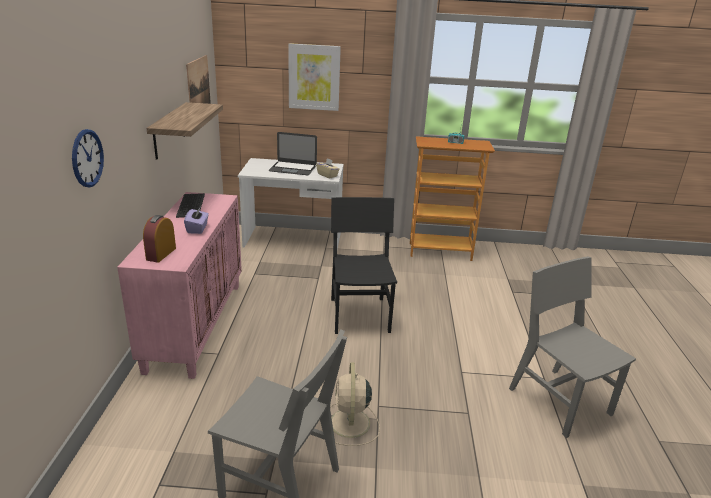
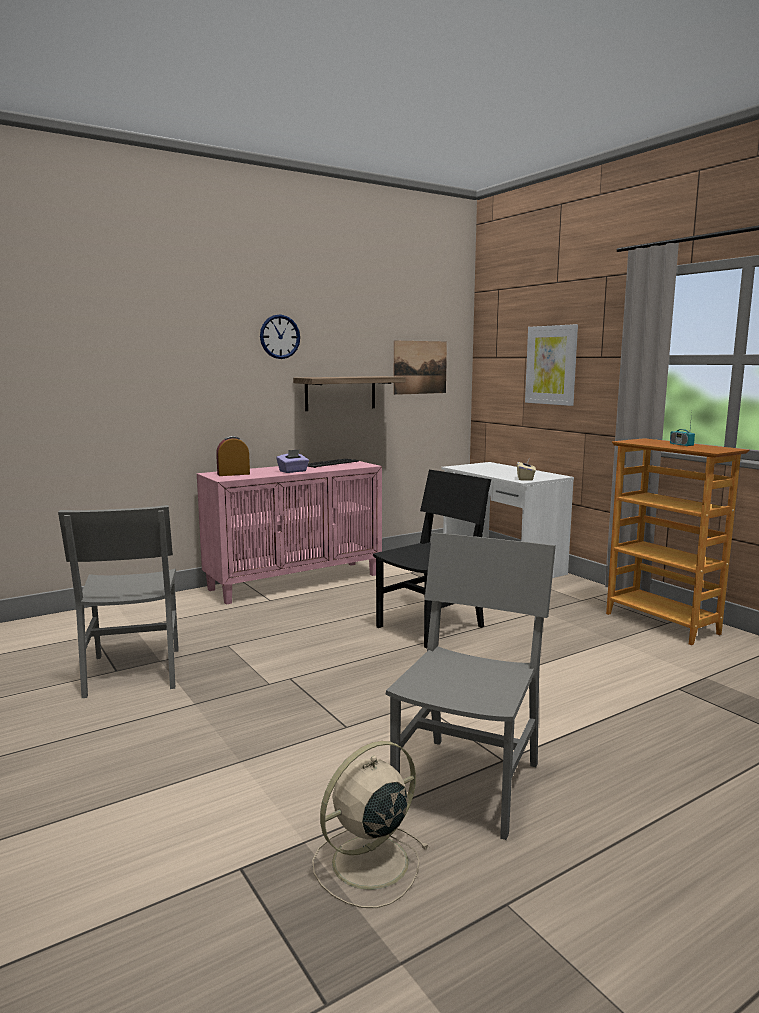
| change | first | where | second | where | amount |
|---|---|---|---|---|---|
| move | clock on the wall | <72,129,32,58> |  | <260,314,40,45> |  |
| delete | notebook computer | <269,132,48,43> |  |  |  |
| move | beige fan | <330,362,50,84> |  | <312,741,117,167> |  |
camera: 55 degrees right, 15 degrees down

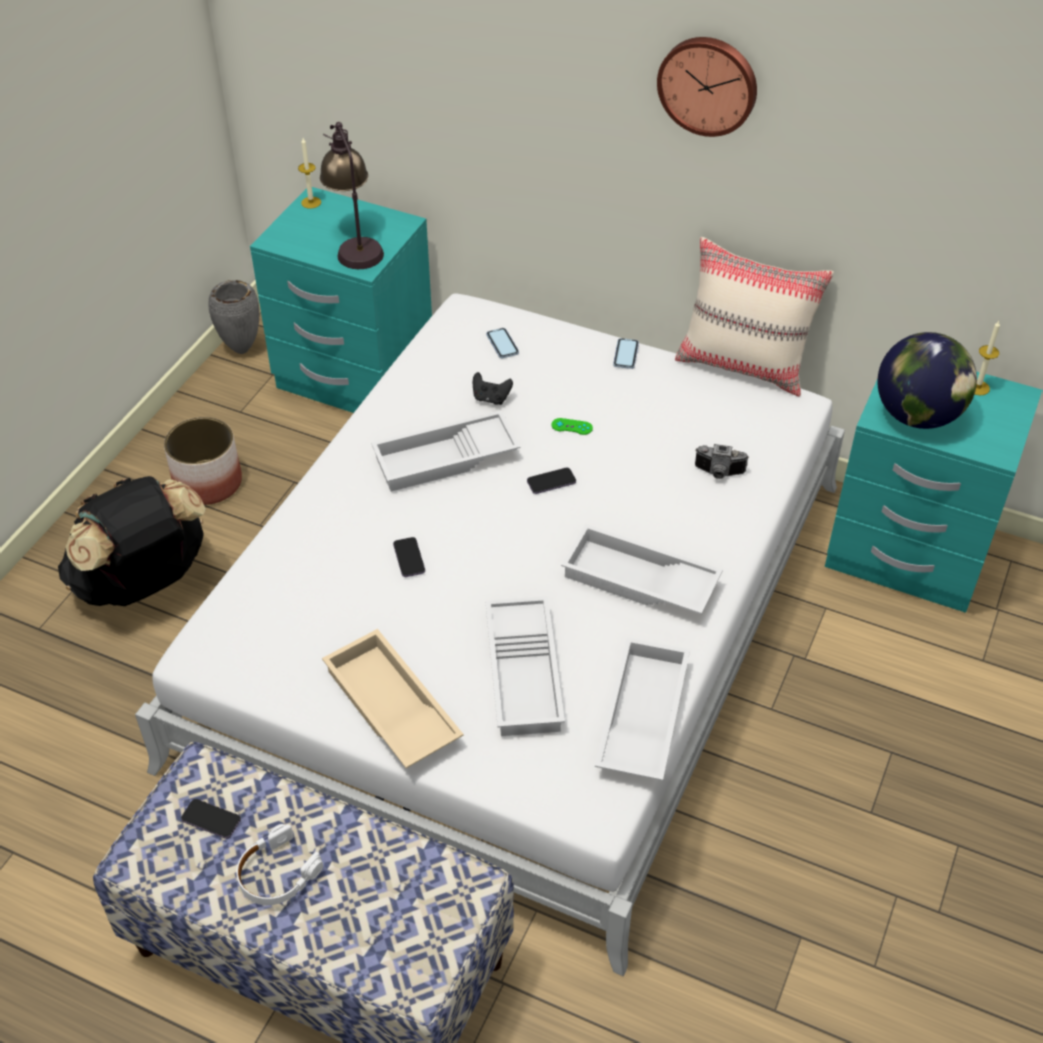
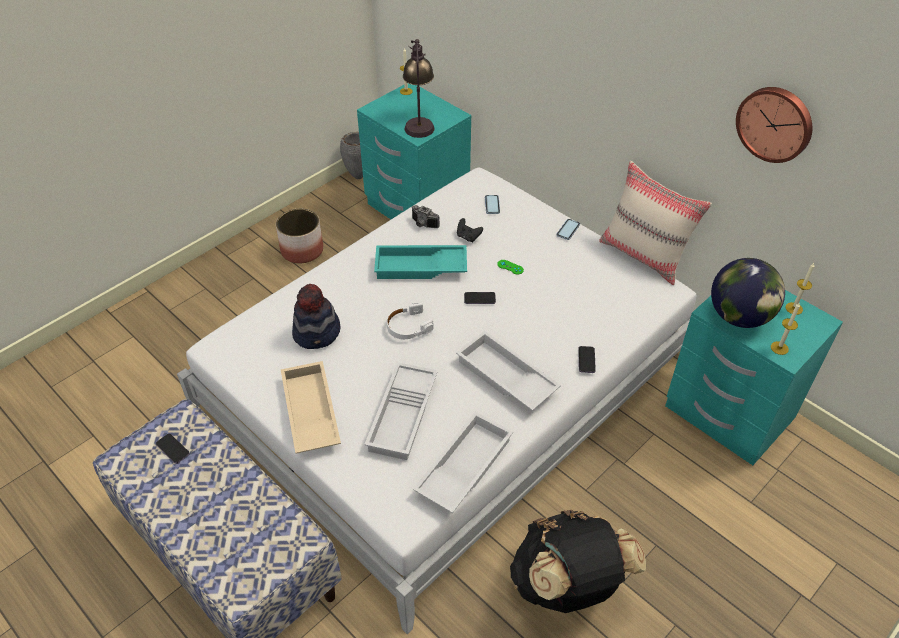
| change | first | where | second | where | amount |
|---|---|---|---|---|---|
| move | black-coloured knapsack | <58,476,148,130> |  | <510,510,137,103> |  |
| move | whitish pair of headphones | <236,824,87,81> |  | <387,302,47,37> |  |
| recolor | whitish tray | <371,410,149,82> | blue-green tray | <374,245,93,34> |  |
| move | telephone | <393,537,32,40> |  | <578,346,18,27> |  |
| move | clock on the wall | <657,37,100,100> |  | <736,87,76,76> |  |
| move | photo camera | <695,444,53,35> |  | <412,205,28,23> |  |
| insert |  |  | wearable hat | <292,284,49,65> |  |
| insert |  |  | candle | <771,302,29,53> |  |
camera: 20 degrees right, 0 degrees up

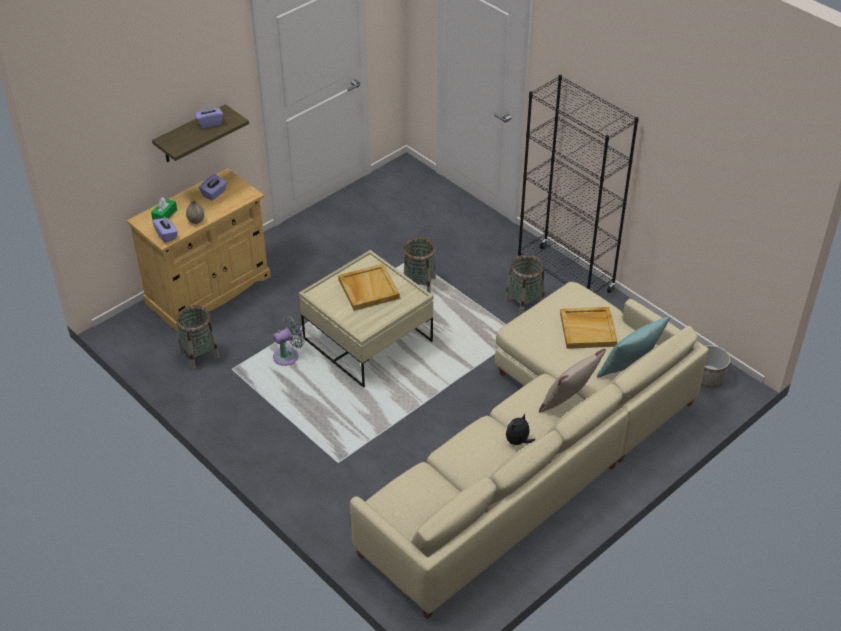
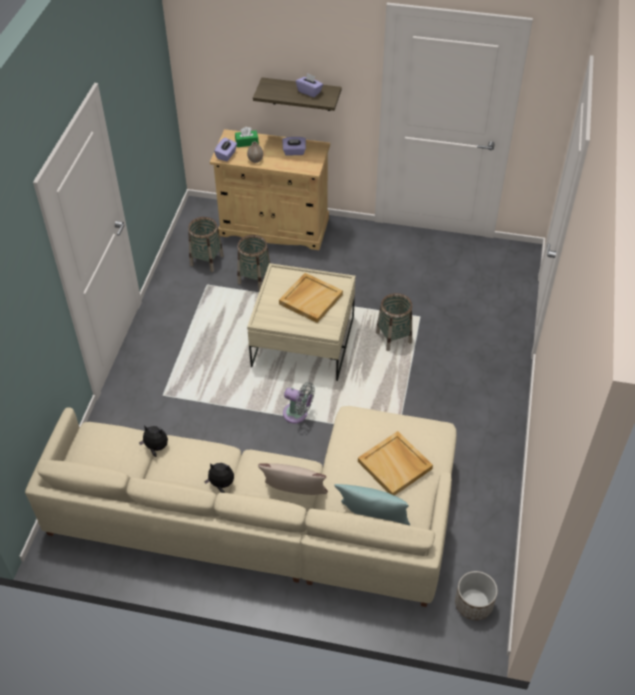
| change | first | where | second | where | amount |
|---|---|---|---|---|---|
| move | greyish fan | <273,316,31,50> |  | <283,382,32,42> |  |
| move | storage basket | <505,255,39,60> |  | <237,235,33,56> |  |
| delete | black-coloured bookshelf | <517,75,122,218> |  |  |  |
| insert |  |  | cuddly toy | <139,425,29,32> |  |
camera: 55 degrees right, 5 degrees up

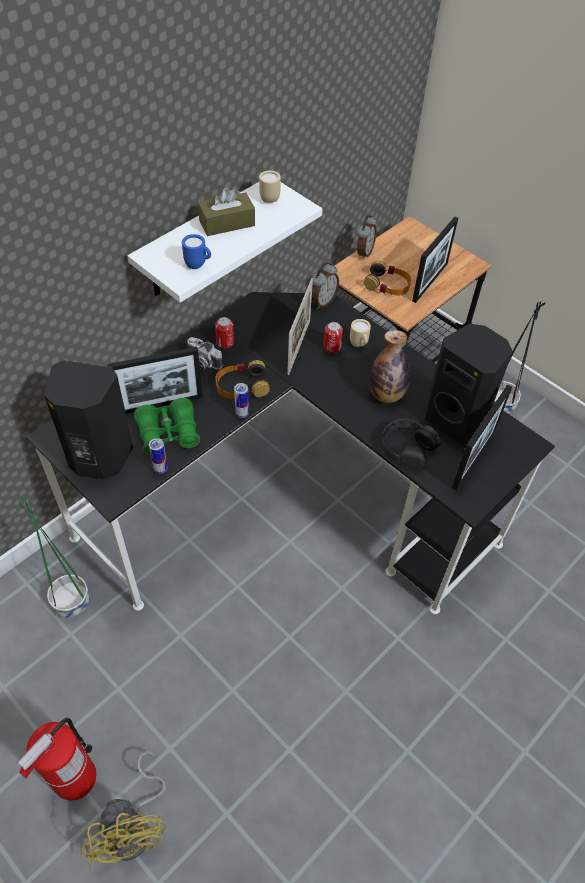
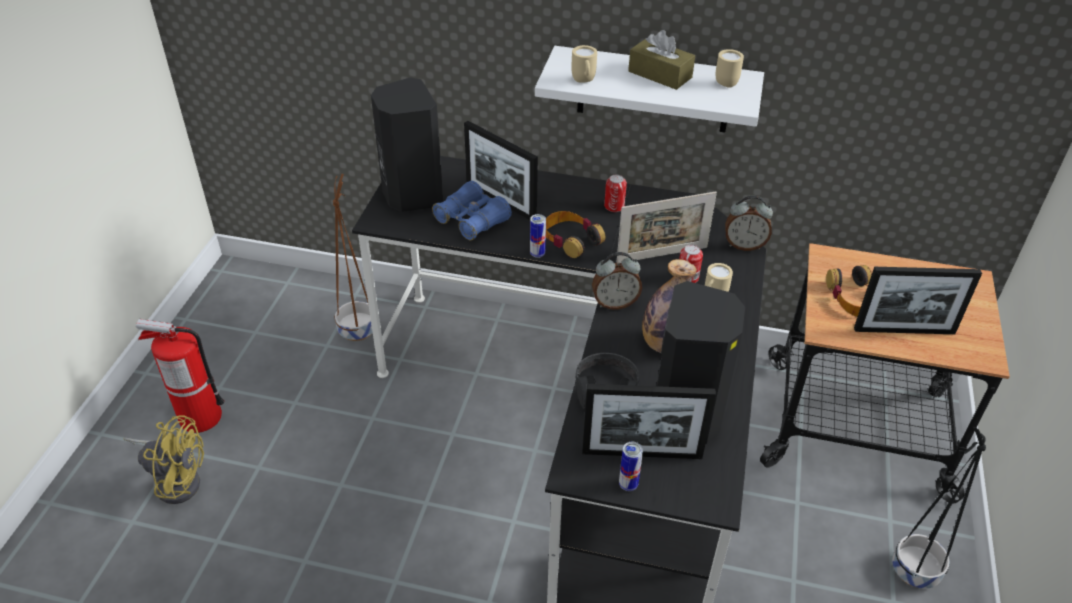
| change | first | where | second | where | amount |
|---|---|---|---|---|---|
| recolor | green-coloured planter | <18,493,72,124> | brown planter | <333,174,40,167> |  |
| rotate | yellowish fan | <80,751,86,118> |  | <124,415,80,89> | 120 degrees counterclockwise |
| recolor | green-coloured field glasses | <134,398,66,58> | blue-coloured field glasses | <432,181,80,59> |  |
| move | sealed can | <149,438,19,35> |  | <619,442,24,49> |  |
| recolor | blue-coloured tea mug | <182,234,29,35> | beige tea mug | <571,45,26,38> |  |
| delete | photo camera | <187,337,36,33> |  |  |  |
| move | table clock | <357,215,20,44> |  | <592,252,50,58> |  |
camera: 60 degrees right, 10 degrees down

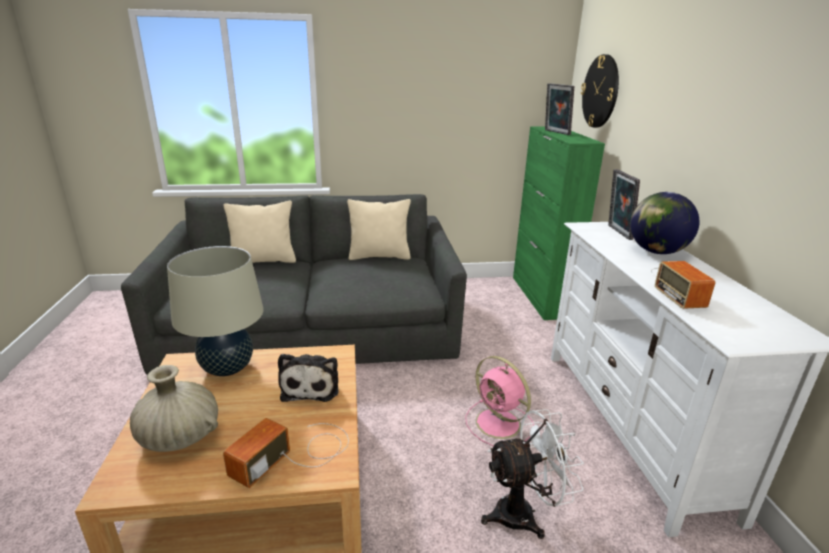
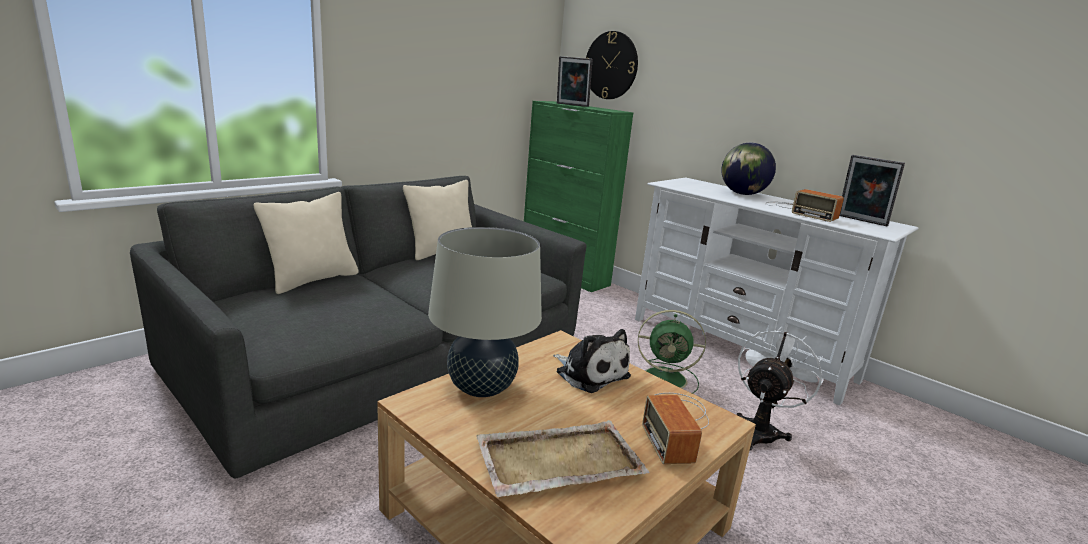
| change | first | where | second | where | amount |
|---|---|---|---|---|---|
| replace | beige decorative vase | <130,365,88,87> | beige tray | <476,420,174,77> |  |
| recolor | pink fan | <465,356,69,90> | green-coloured fan | <638,310,68,84> |  |
| move | standing frame | <608,169,32,71> |  | <840,155,65,71> |  |
camera: 40 degrees left, 5 degrees down

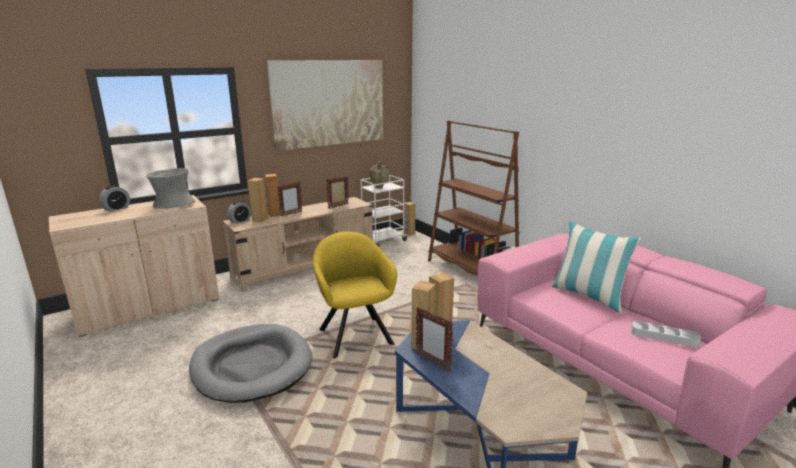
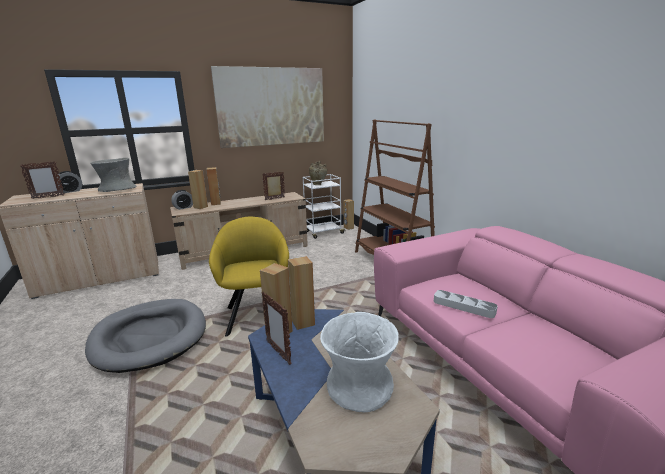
| change | first | where | second | where | amount |
|---|---|---|---|---|---|
| move | standing frame | <277,181,26,36> |  | <20,161,45,38> |  |
| delete | throw pillow | <552,221,89,92> |  |  |  |
| move | greyish tray | <631,321,70,26> |  | <434,290,64,28> |  |
| insert |  |  | whitish decorative vase | <320,312,79,100> |  |
camera: 10 degrees right, 0 degrees up

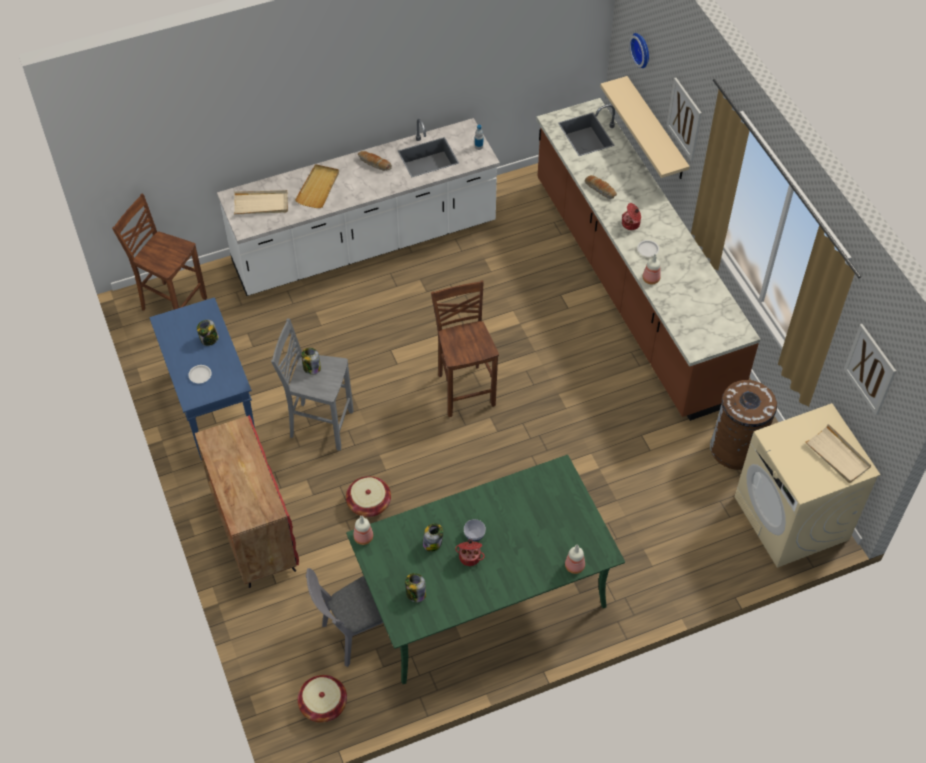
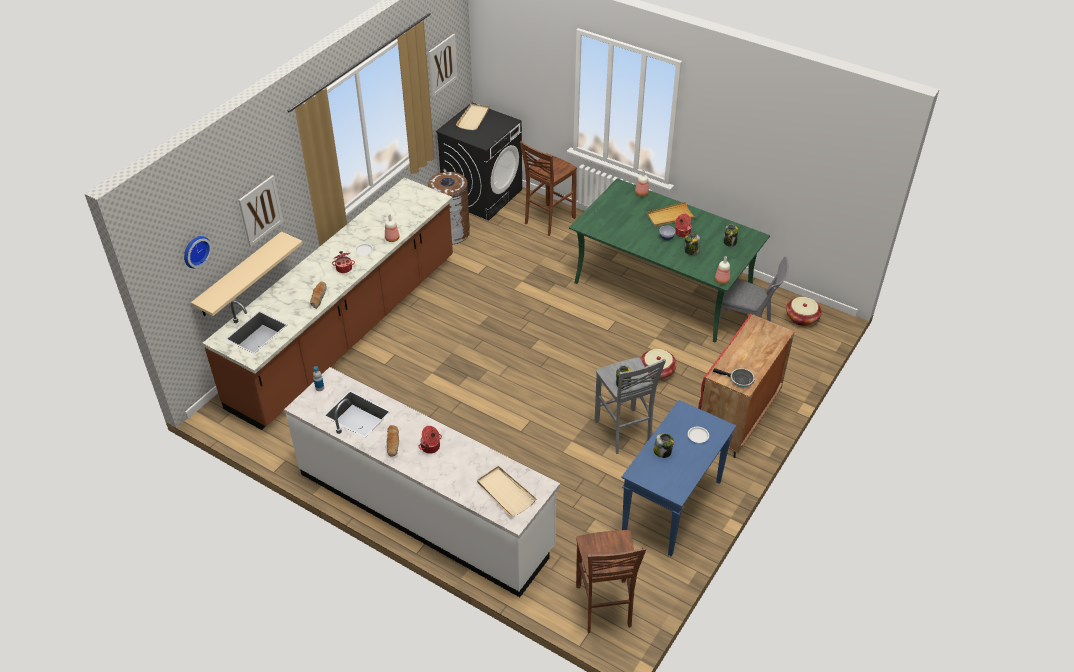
| change | first | where | second | where | amount |
|---|---|---|---|---|---|
| move | beige tray | <295,164,44,44> |  | <646,202,50,25> |  |
| move | brown stool | <431,281,68,136> |  | <520,141,57,95> |  |
| recolor | beige laundry machine | <734,403,147,165> | black-coloured laundry machine | <436,103,86,118> |  |
| insert |  |  | stockpot | <419,426,23,28> |  |
| insert |  |  | skillet | <713,368,42,19> |  |
camera: 125 degrees left, 10 degrees down

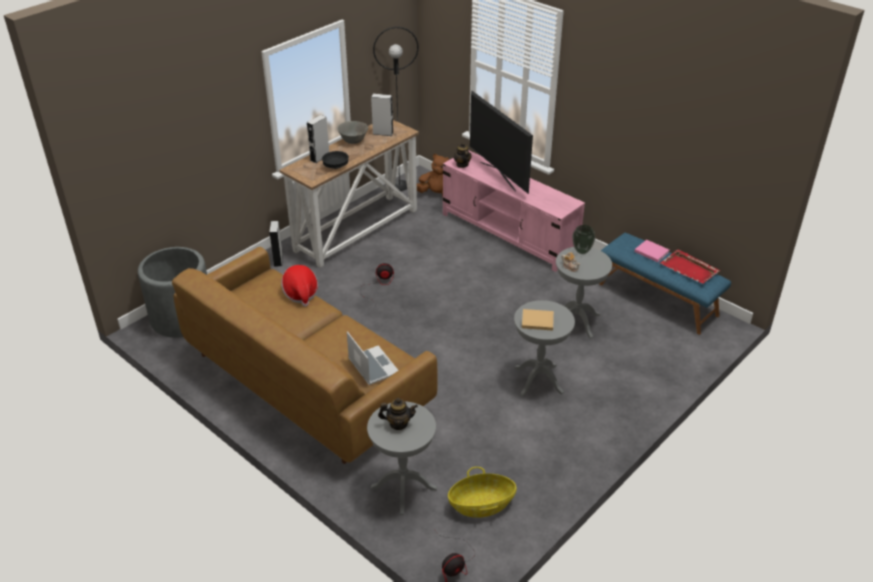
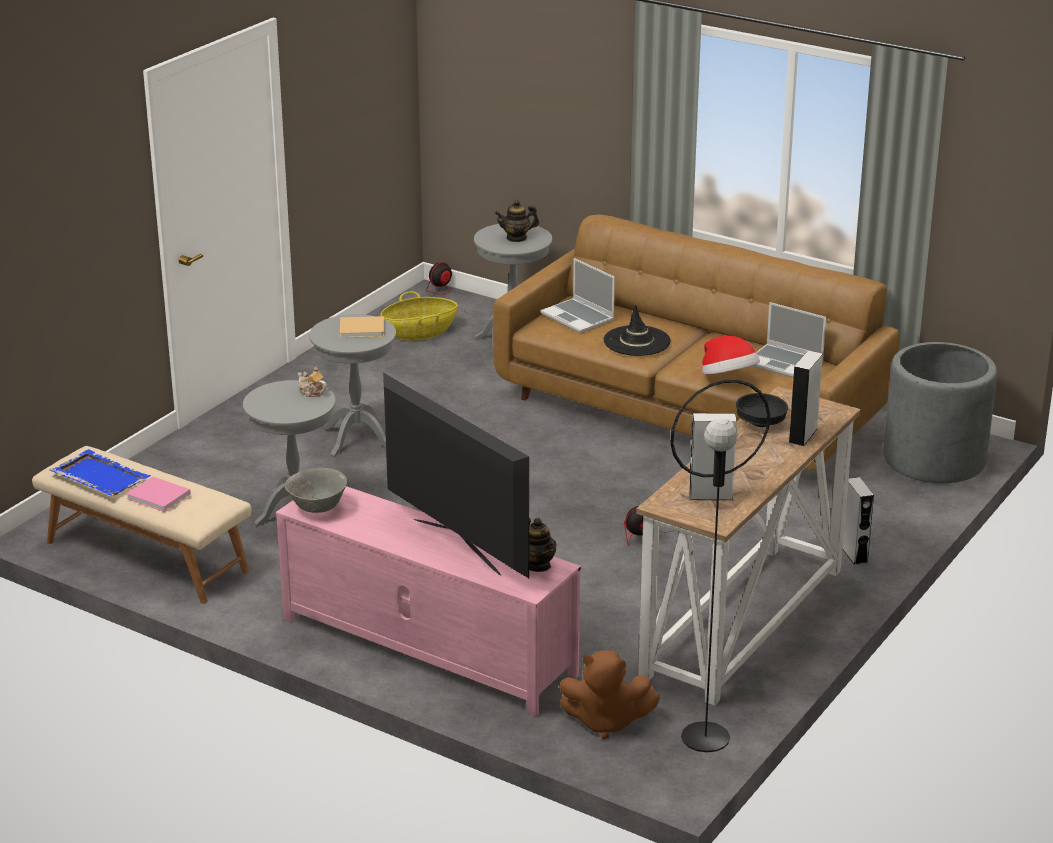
| change | first | where | second | where | amount |
|---|---|---|---|---|---|
| move | greyish serving bowl | <337,121,31,23> |  | <285,468,62,45> |  |
| delete | decorative vase | <572,225,23,29> |  |  |  |
| recolor | blue-coloured indoor bench | <599,233,132,102> | beige indoor bench | <32,446,220,158> |  |
| recolor | reddish tray | <660,249,60,35> | blue-coloured tray | <50,449,101,47> |  |
| insert |  |  | black-coloured wearable hat | <603,305,68,51> |  |
| insert |  |  | notebook computer | <753,302,73,76> |  |
camera: 170 degrees right, 10 degrees down

